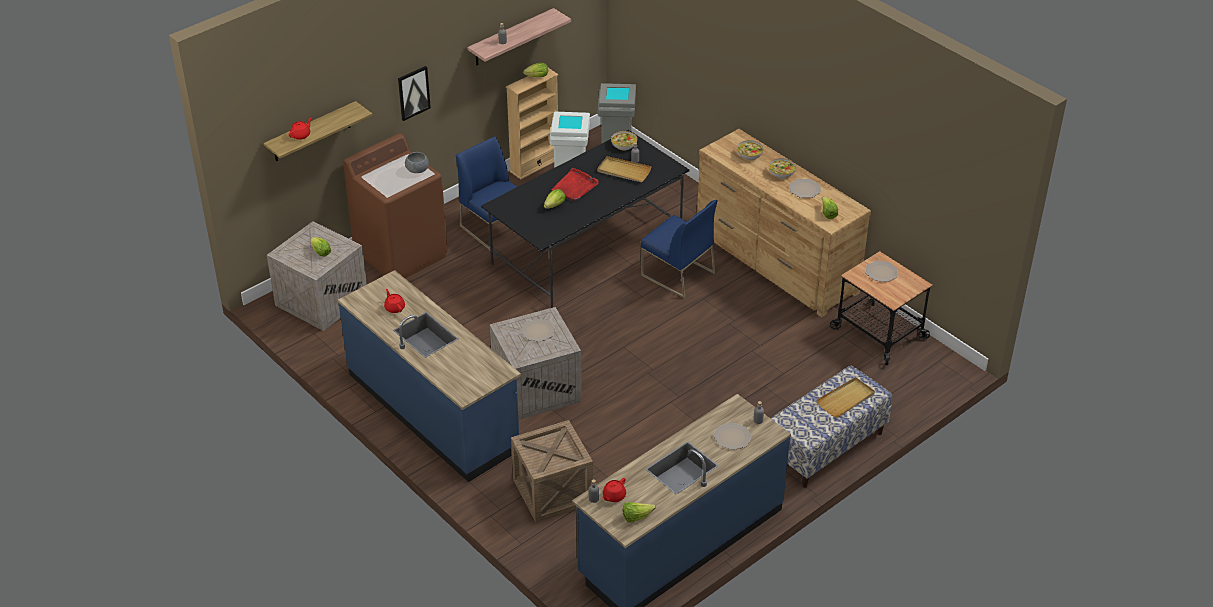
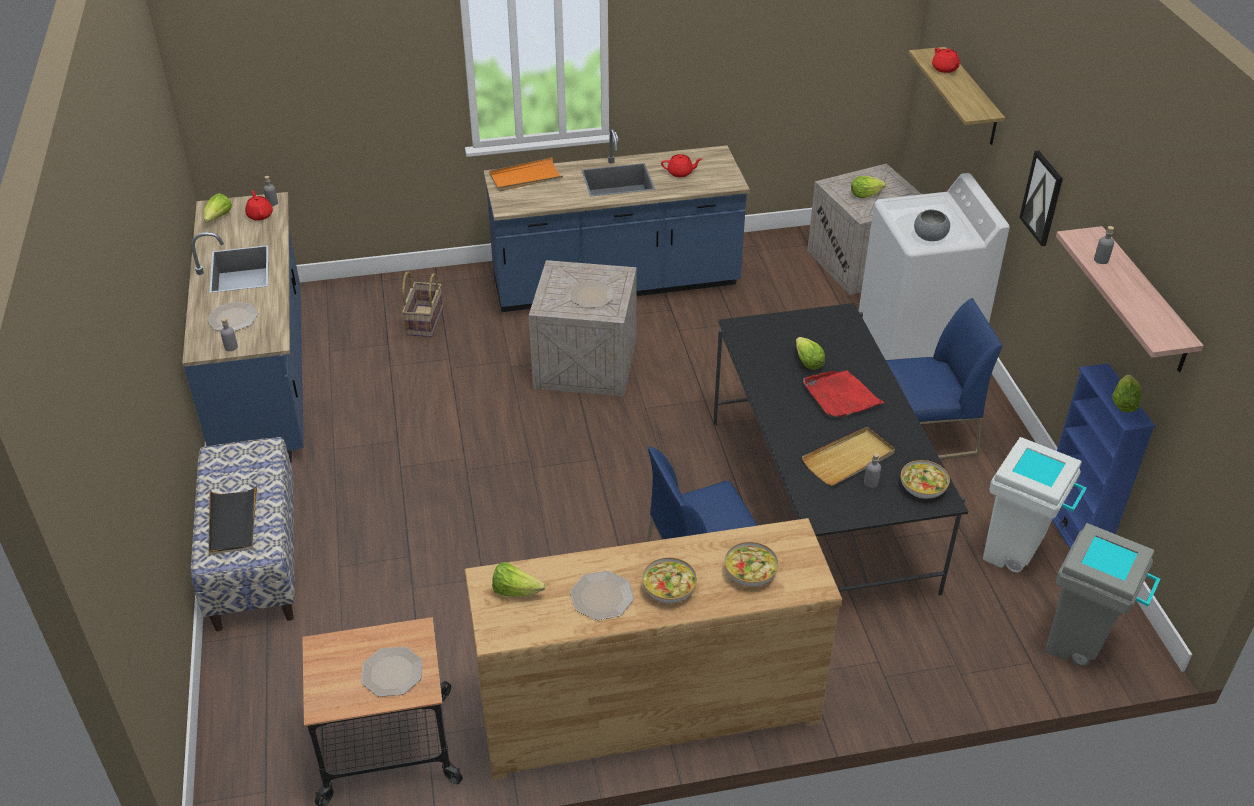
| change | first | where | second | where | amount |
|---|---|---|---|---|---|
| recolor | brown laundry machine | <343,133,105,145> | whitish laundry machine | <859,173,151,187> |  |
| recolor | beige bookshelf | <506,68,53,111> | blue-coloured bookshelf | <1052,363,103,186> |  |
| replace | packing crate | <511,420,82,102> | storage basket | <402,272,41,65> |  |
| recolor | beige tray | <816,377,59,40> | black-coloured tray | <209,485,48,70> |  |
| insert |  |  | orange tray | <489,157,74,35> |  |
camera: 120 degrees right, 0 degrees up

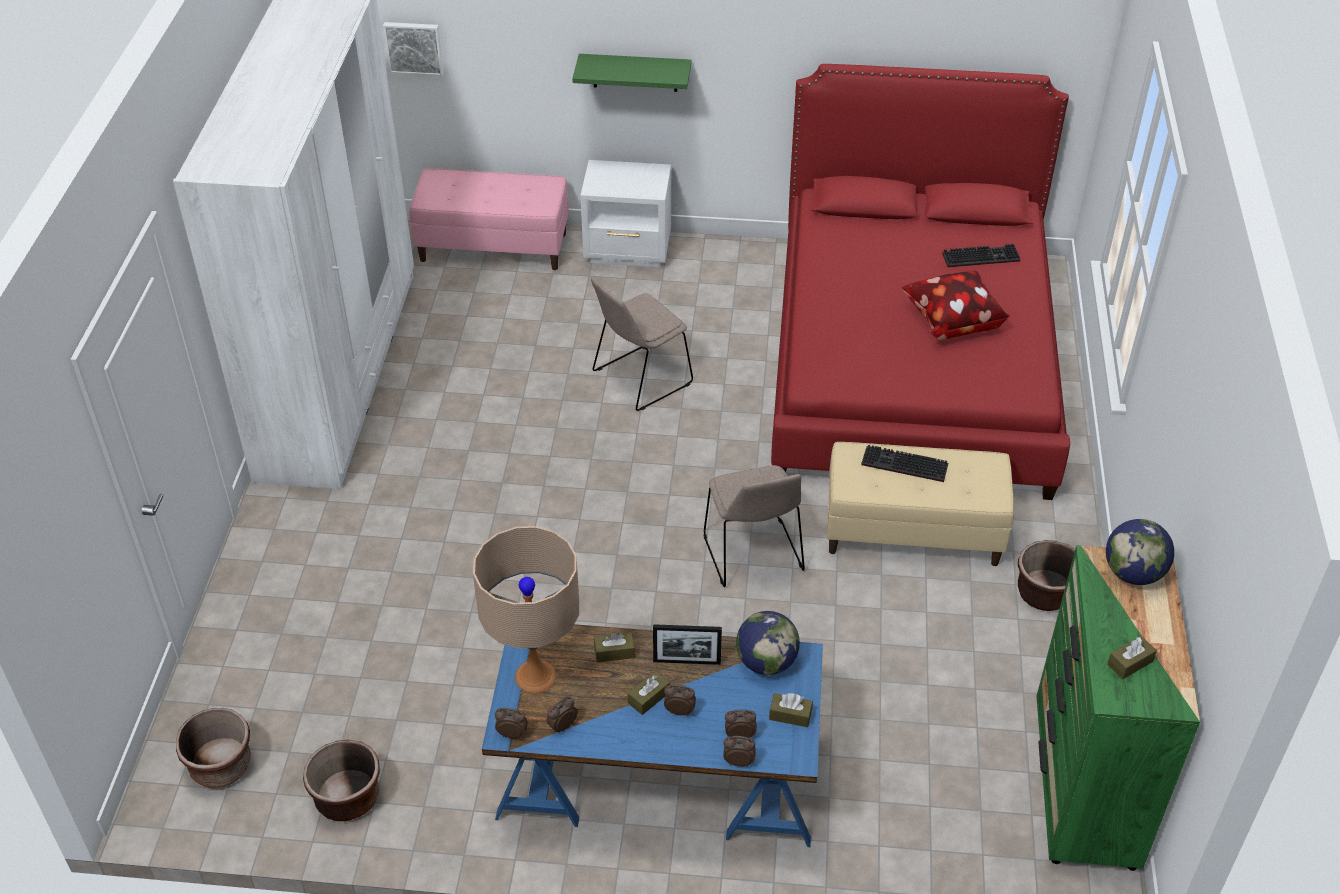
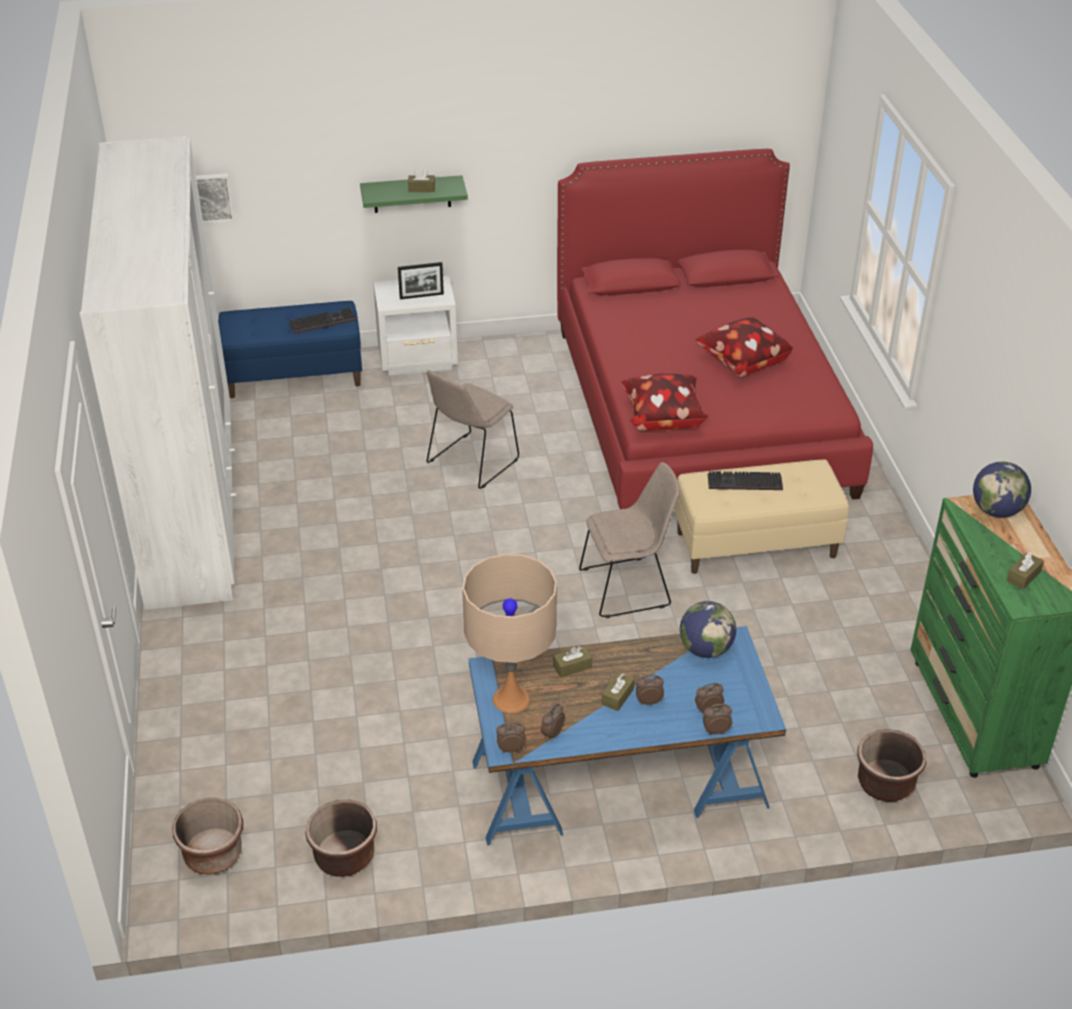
| change | first | where | second | where | amount |
|---|---|---|---|---|---|
| recolor | pink indoor bench | <409,168,160,102> | blue-coloured indoor bench | <218,301,144,97> |  |
| move | standing frame | <653,624,69,41> |  | <398,262,46,37> |  |
| rotate | beige upright chair | <704,465,101,122> |  | <579,462,101,156> | 75 degrees counterclockwise |
| move | brown tissue box | <769,693,44,34> |  | <408,168,27,24> |  |
| move | PC keyboard | <942,244,78,23> |  | <289,307,67,27> |  |
| move | brown planter | <1018,540,57,71> |  | <857,729,69,73> |  |
| insert |  |  | throw pillow | <621,374,88,57> |  |
camera: 15 degrees left, 5 degrees down

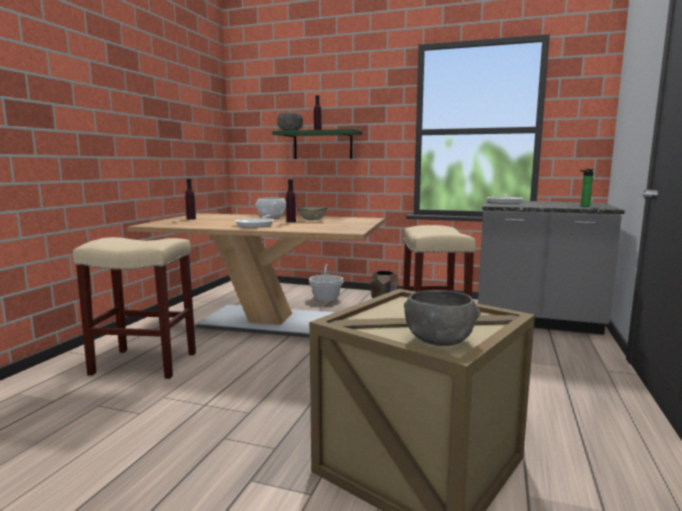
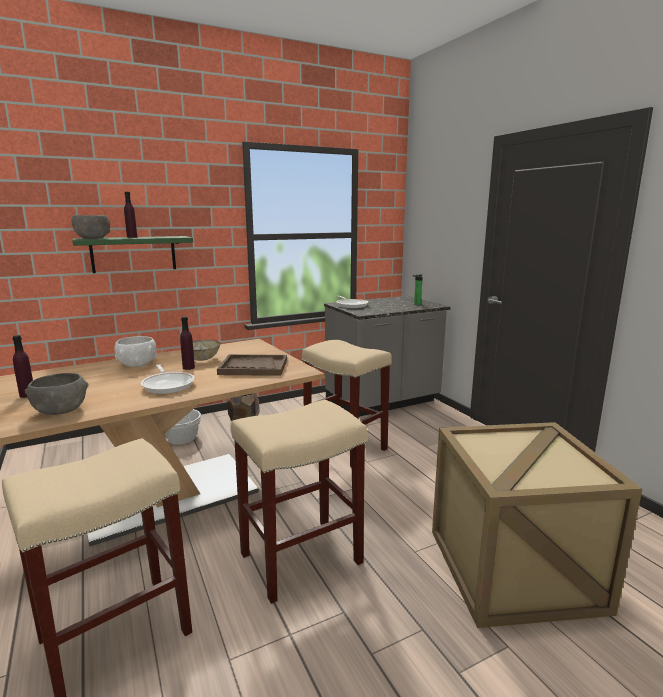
| change | first | where | second | where | amount |
|---|---|---|---|---|---|
| move | greyish serving bowl | <404,290,77,56> |  | <25,373,64,42> |  |
| insert |  |  | brown tray | <217,354,70,22> |  |
| insert |  |  | beige stool | <231,400,136,204> |  |
camera: 45 degrees left, 5 degrees up

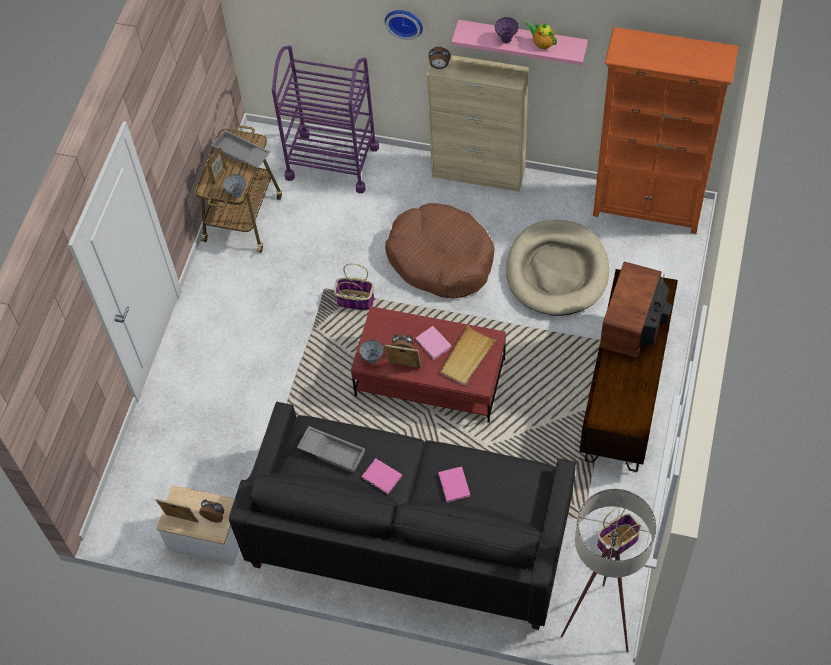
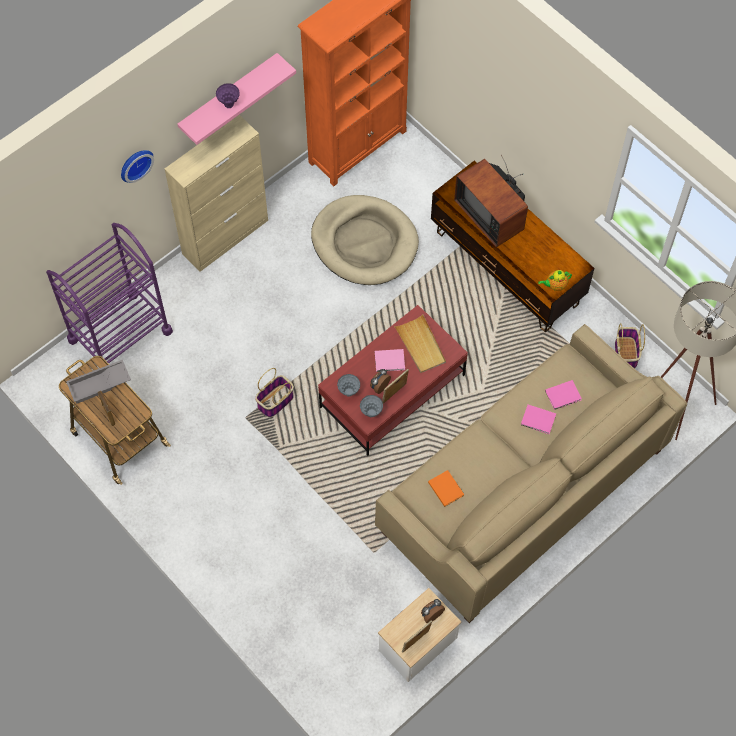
| change | first | where | second | where | amount |
|---|---|---|---|---|---|
| move | greyish decorative vase | <223,174,23,24> |  | <337,374,23,22> |  |
| recolor | black-coloured settee | <229,401,347,229> | beige settee | <375,324,312,299> |  |
| replace | greyish tray | <297,426,68,47> | orange volume | <428,470,36,37> |  |
| move | pink volume | <361,458,41,36> |  | <545,380,37,30> |  |
| delete | brown dog bed | <385,203,110,96> |  |  |  |
| delete | table clock | <428,47,23,22> |  |  |  |
| move | tea pot | <526,22,31,27> |  | <538,270,34,21> |  |
camera: 60 degrees left, 5 degrees up

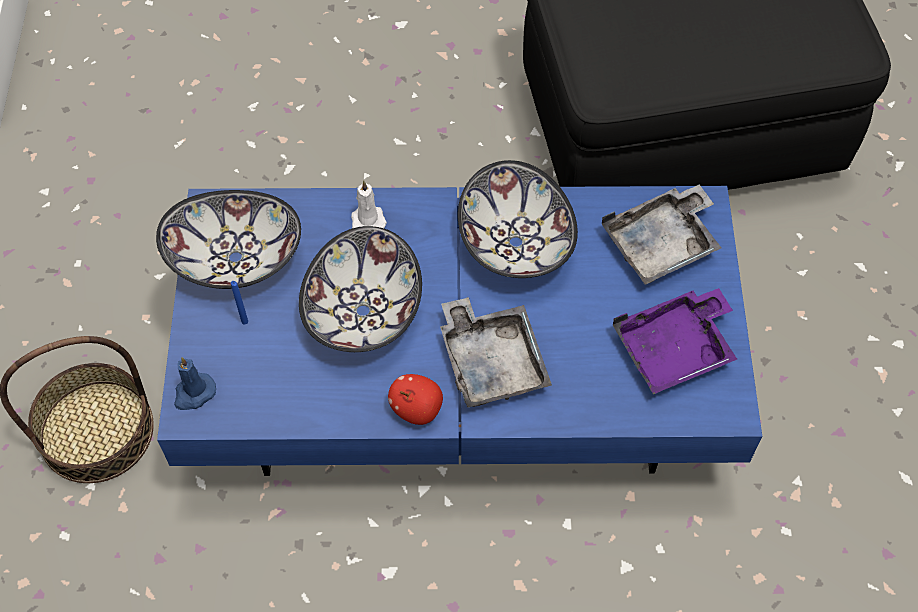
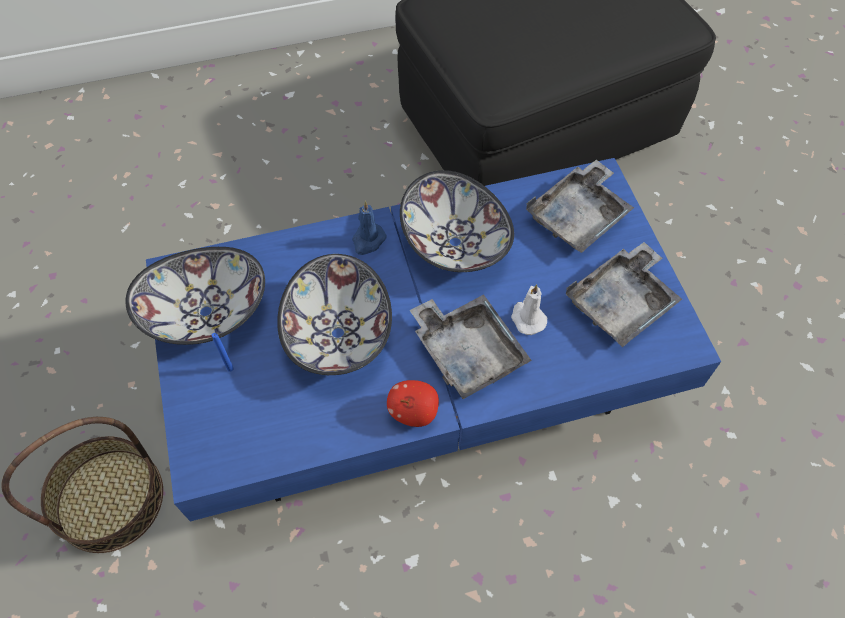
| change | first | where | second | where | amount |
|---|---|---|---|---|---|
| move | blue-coloured candle | <174,357,42,53> |  | <352,201,34,54> |  |
| move | whitish candle | <351,180,36,48> |  | <511,284,37,51> |  |
| recolor | purple-coloured tray | <613,288,124,106> | greyish tray | <566,242,116,105> |  |
camera: 15 degrees left, 0 degrees up

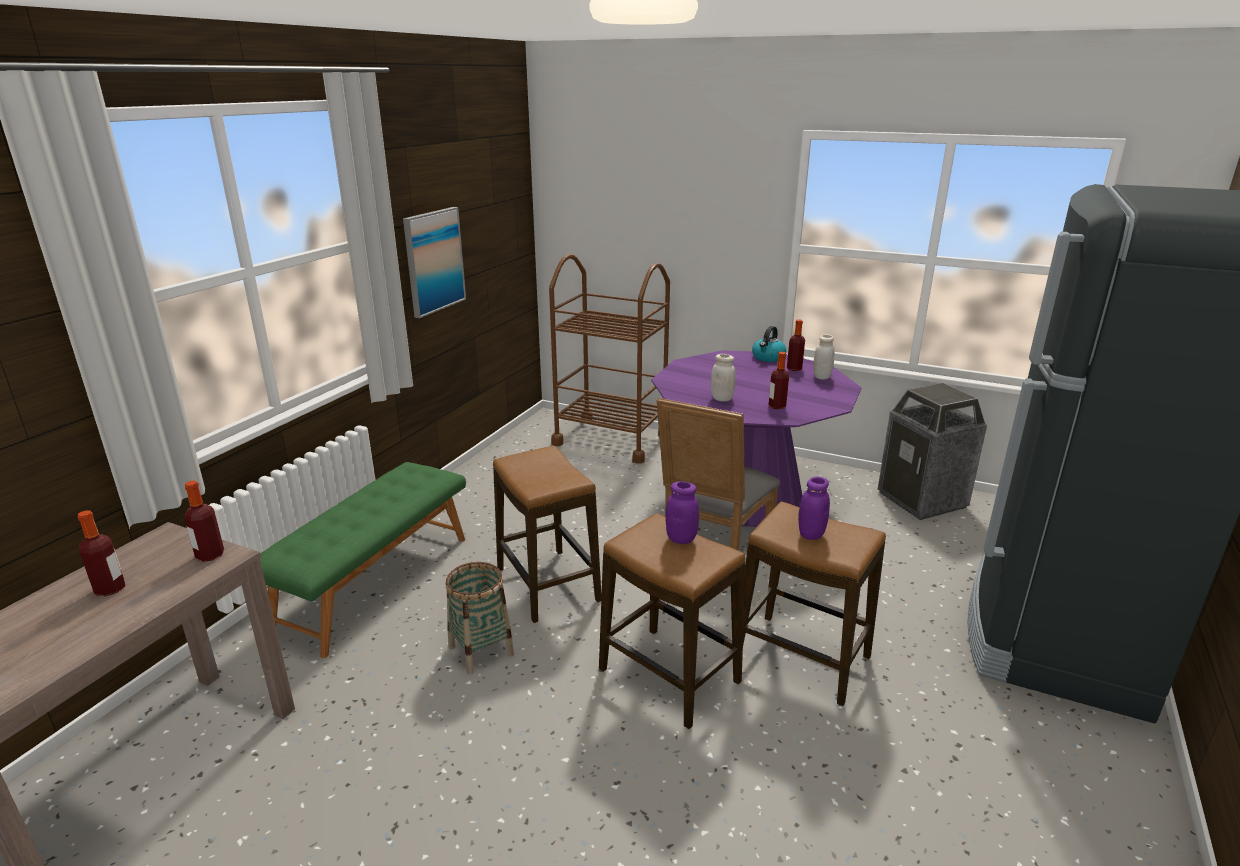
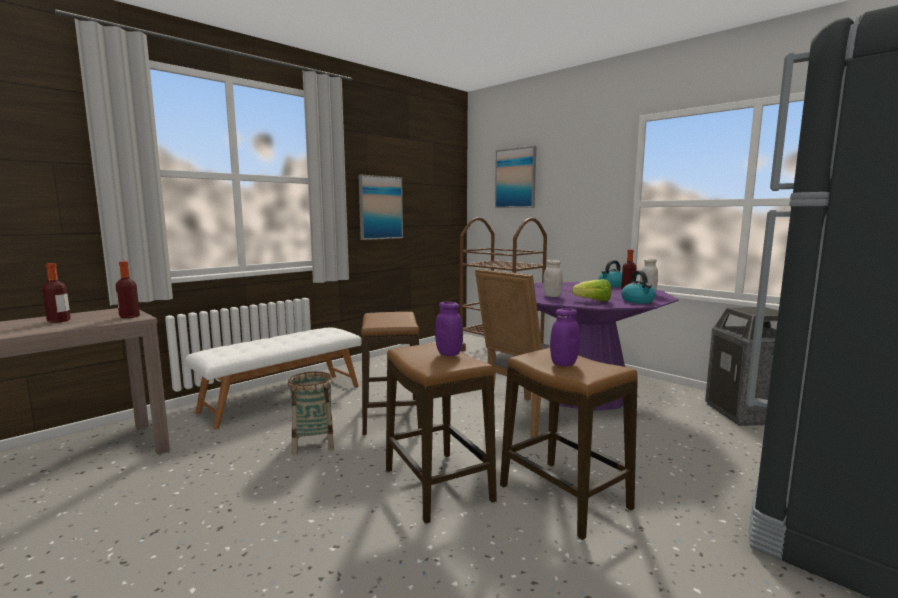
| change | first | where | second | where | amount |
|---|---|---|---|---|---|
| recolor | green-coloured indoor bench | <260,462,206,196> | whitish indoor bench | <185,327,177,102> |  |
| replace | beverage bottle | <769,352,20,57> | lettuce head | <572,279,39,23> |  |
| insert |  |  | picture | <495,146,41,62> |  |
| insert |  |  | kettle | <621,270,35,33> |  |
camera: 20 degrees right, 15 degrees down

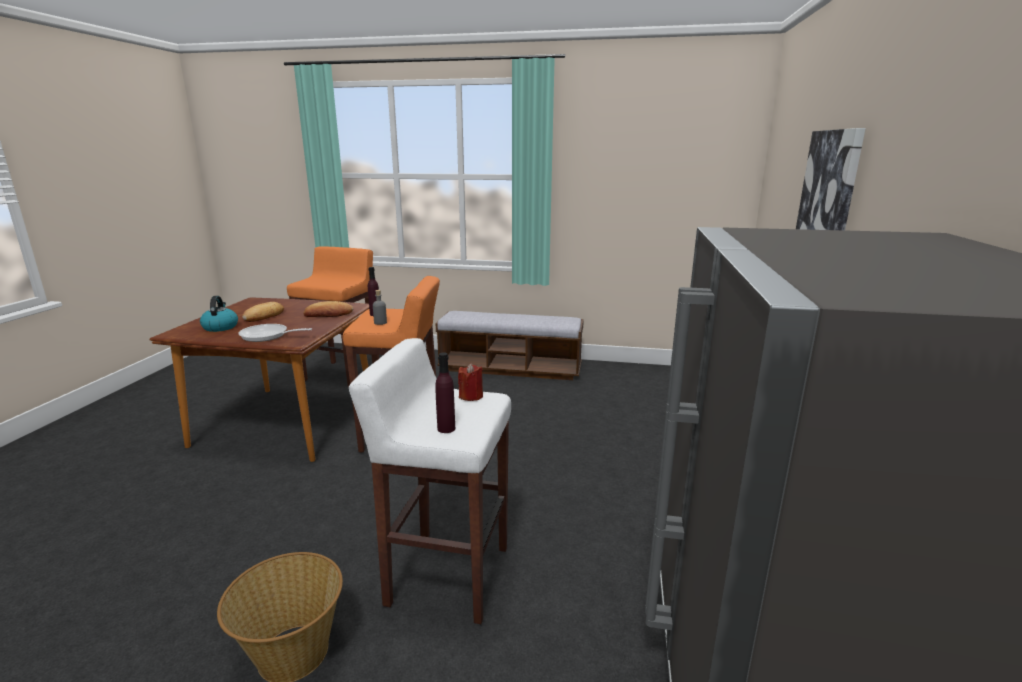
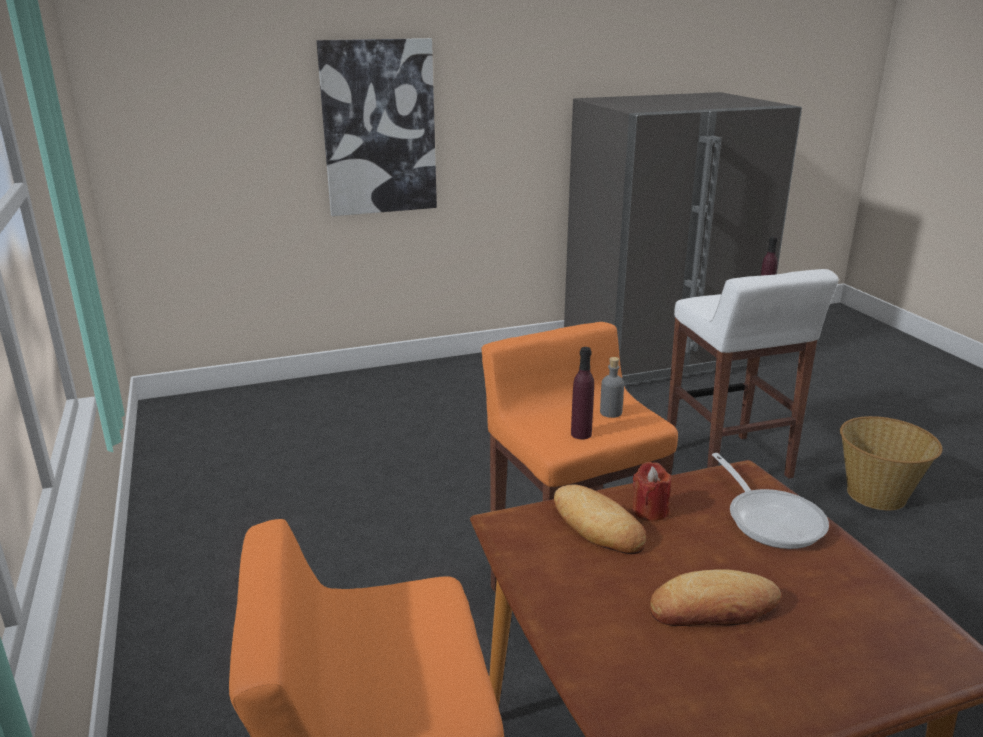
| change | first | where | second | where | amount |
|---|---|---|---|---|---|
| delete | kettle | <200,296,38,36> |  |  |  |
| delete | indoor bench | <435,311,149,69> |  |  |  |
| move | reddish candle | <458,363,25,38> |  | <633,462,38,59> |  |
camera: 120 degrees left, 5 degrees up

